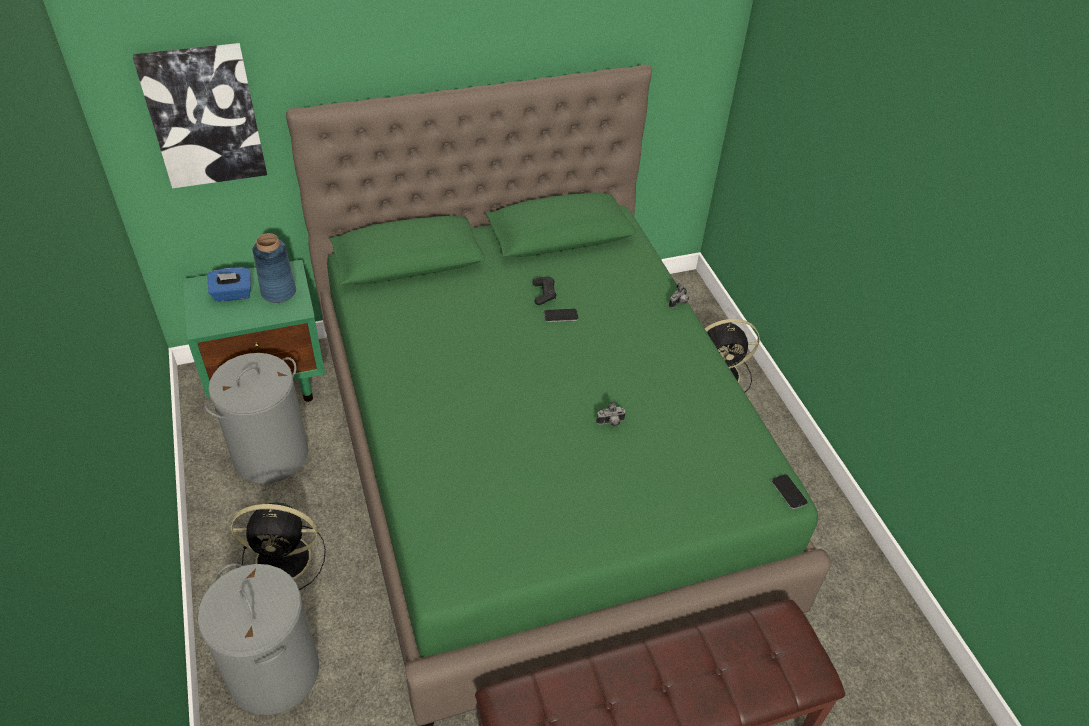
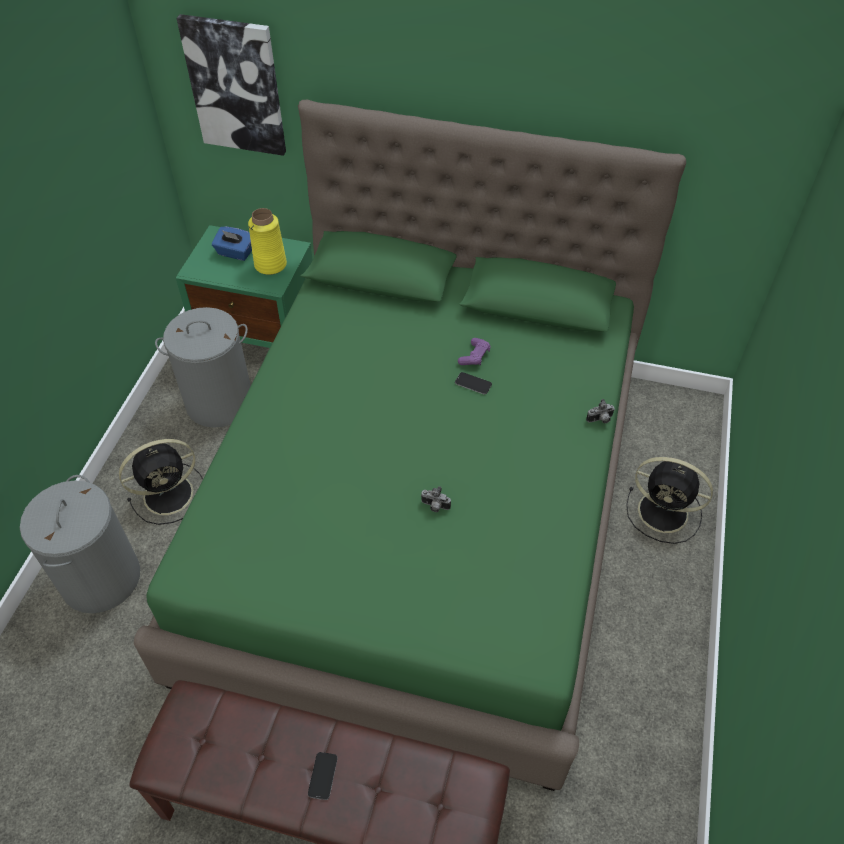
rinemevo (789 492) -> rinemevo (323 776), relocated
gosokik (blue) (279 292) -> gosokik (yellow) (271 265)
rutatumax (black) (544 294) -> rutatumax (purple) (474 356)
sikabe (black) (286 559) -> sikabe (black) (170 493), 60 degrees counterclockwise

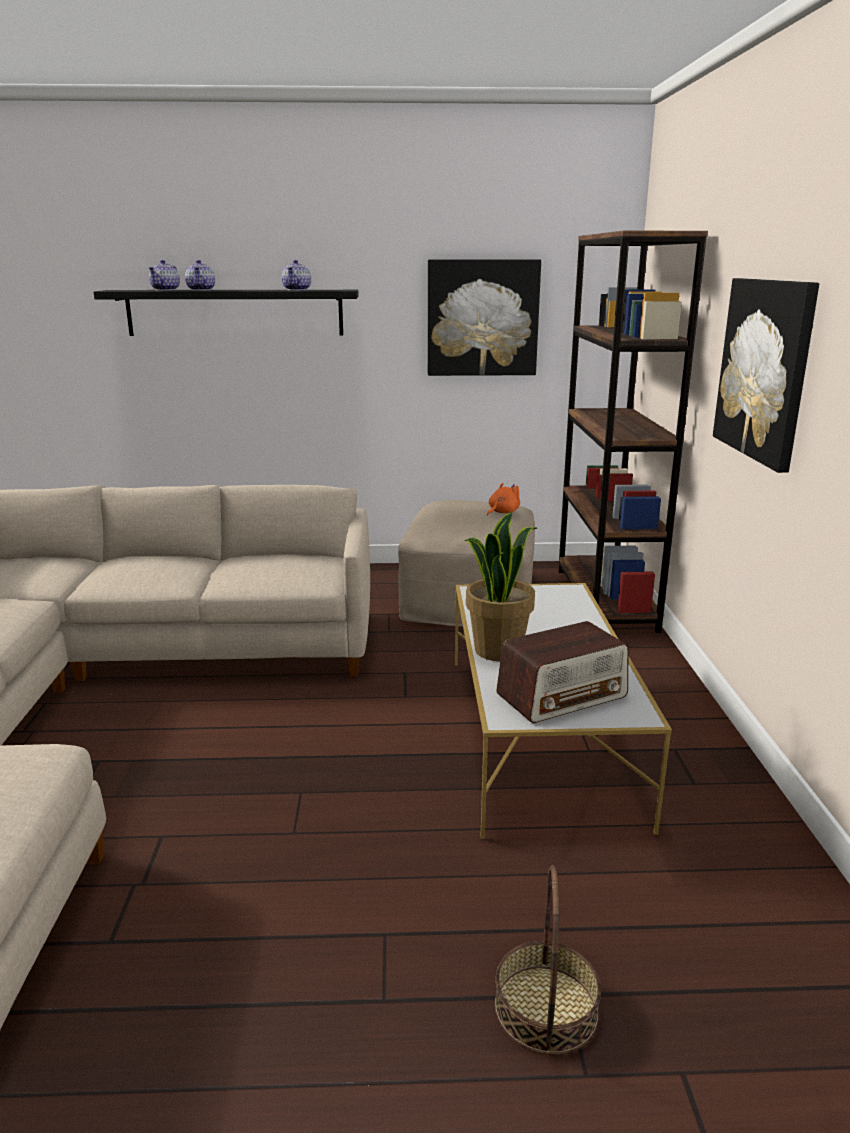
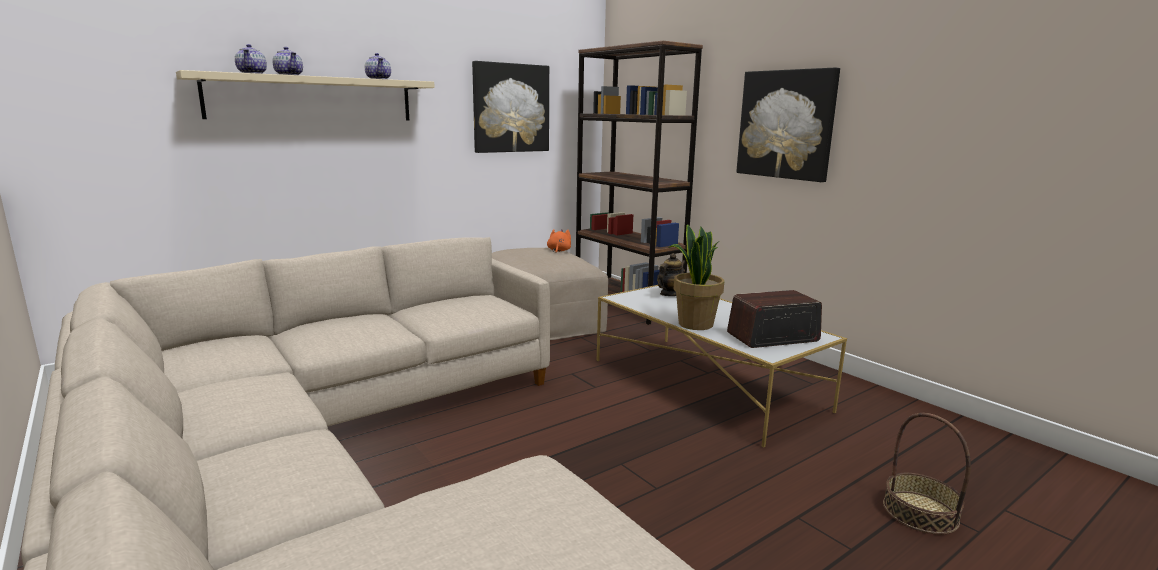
none -> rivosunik (670 294)
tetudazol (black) (235 312) -> tetudazol (beige) (313 98)
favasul (562 696) -> favasul (772 337), 135 degrees counterclockwise

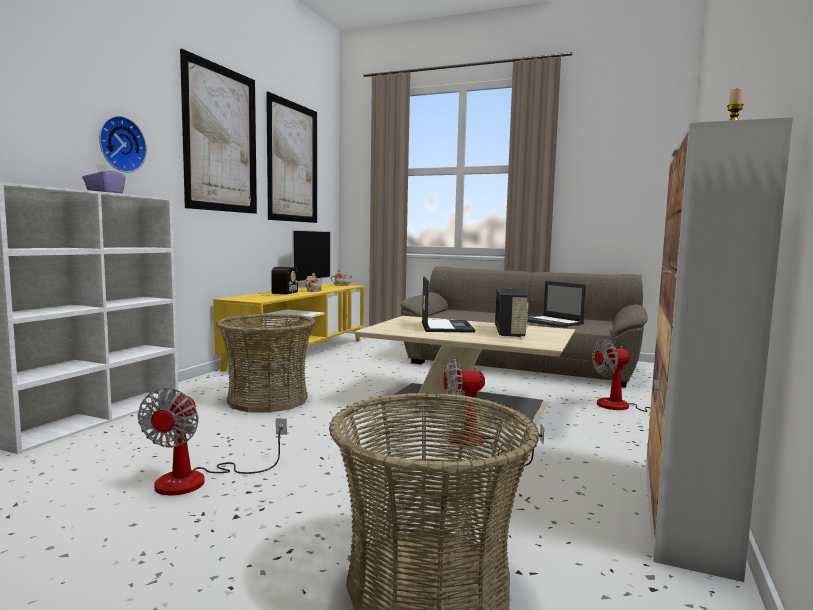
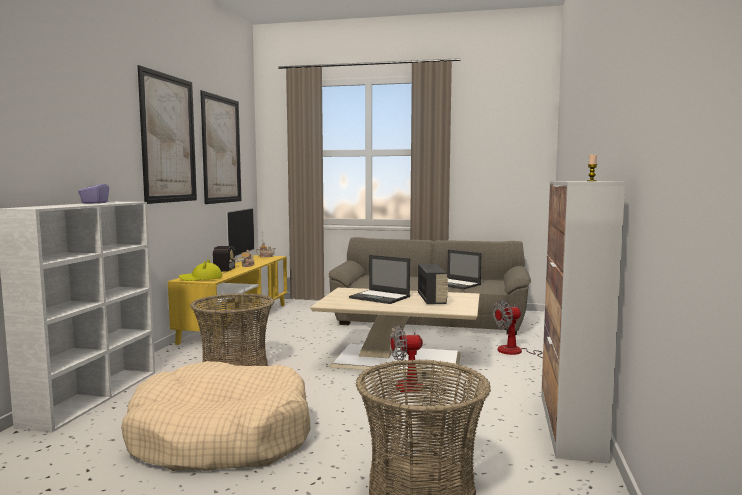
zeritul (120 144) -> none
none -> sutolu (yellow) (201 279)
sikabe (199 480) -> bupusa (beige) (221 437)
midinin (446 326) -> midinin (380 297), 135 degrees clockwise

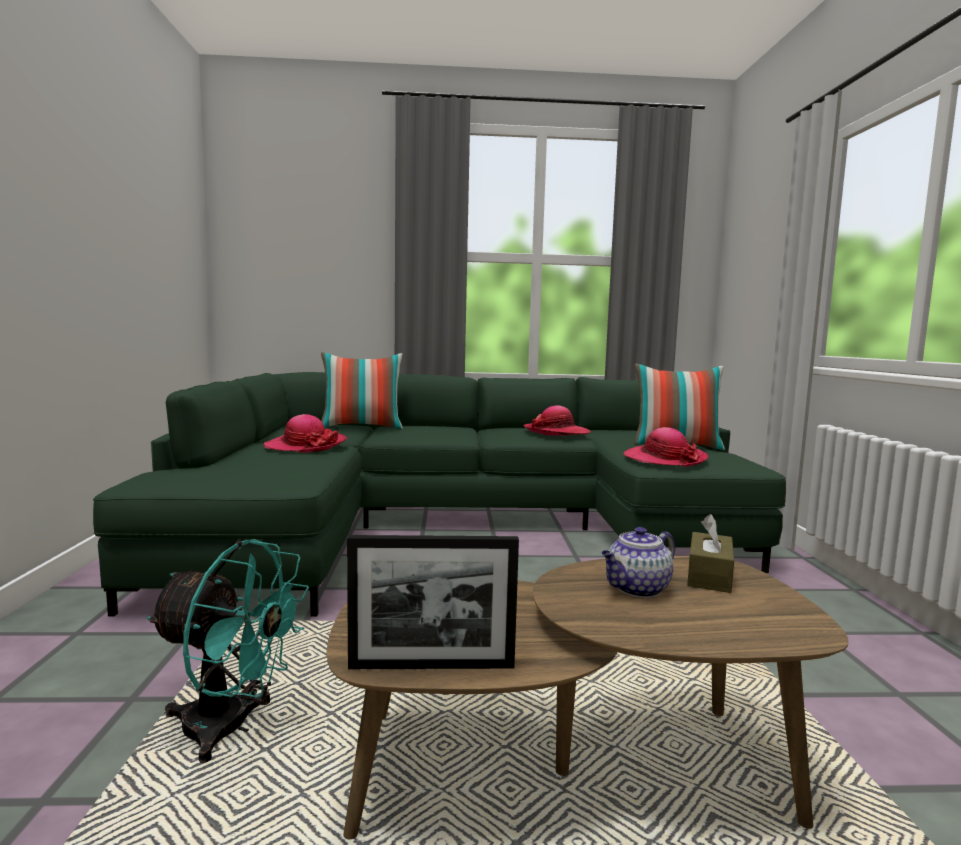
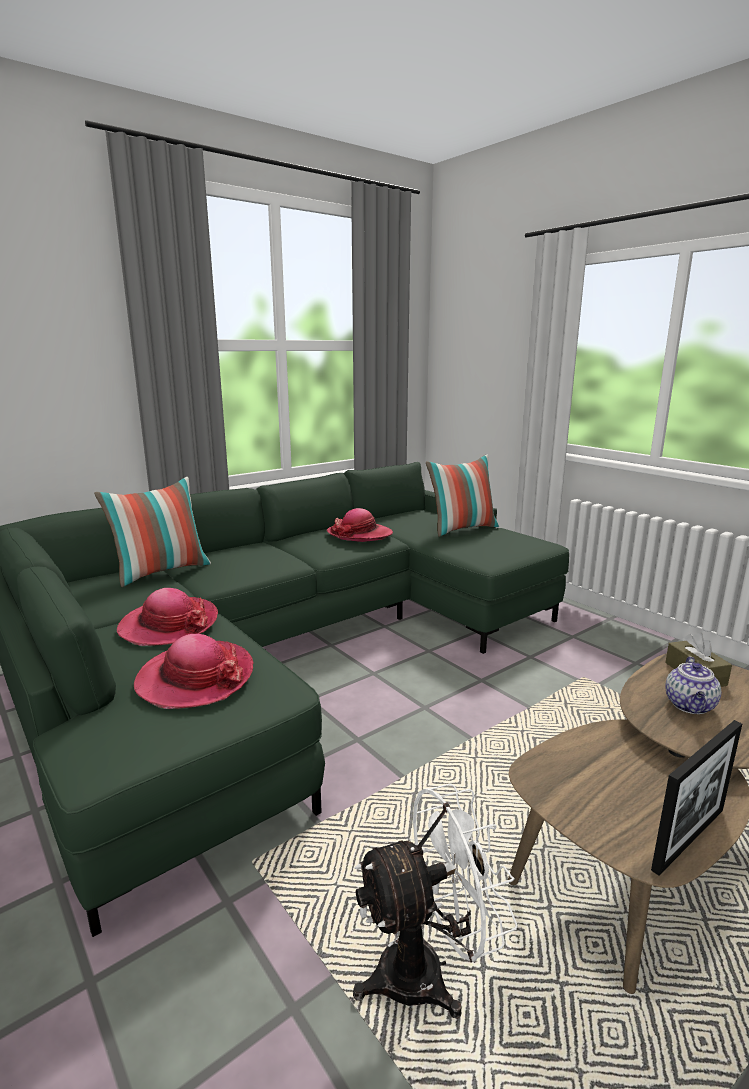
sutolu (664 459) -> sutolu (195 678), relocated
sikabe (turquoise) (231 728) -> sikabe (white) (427 970)

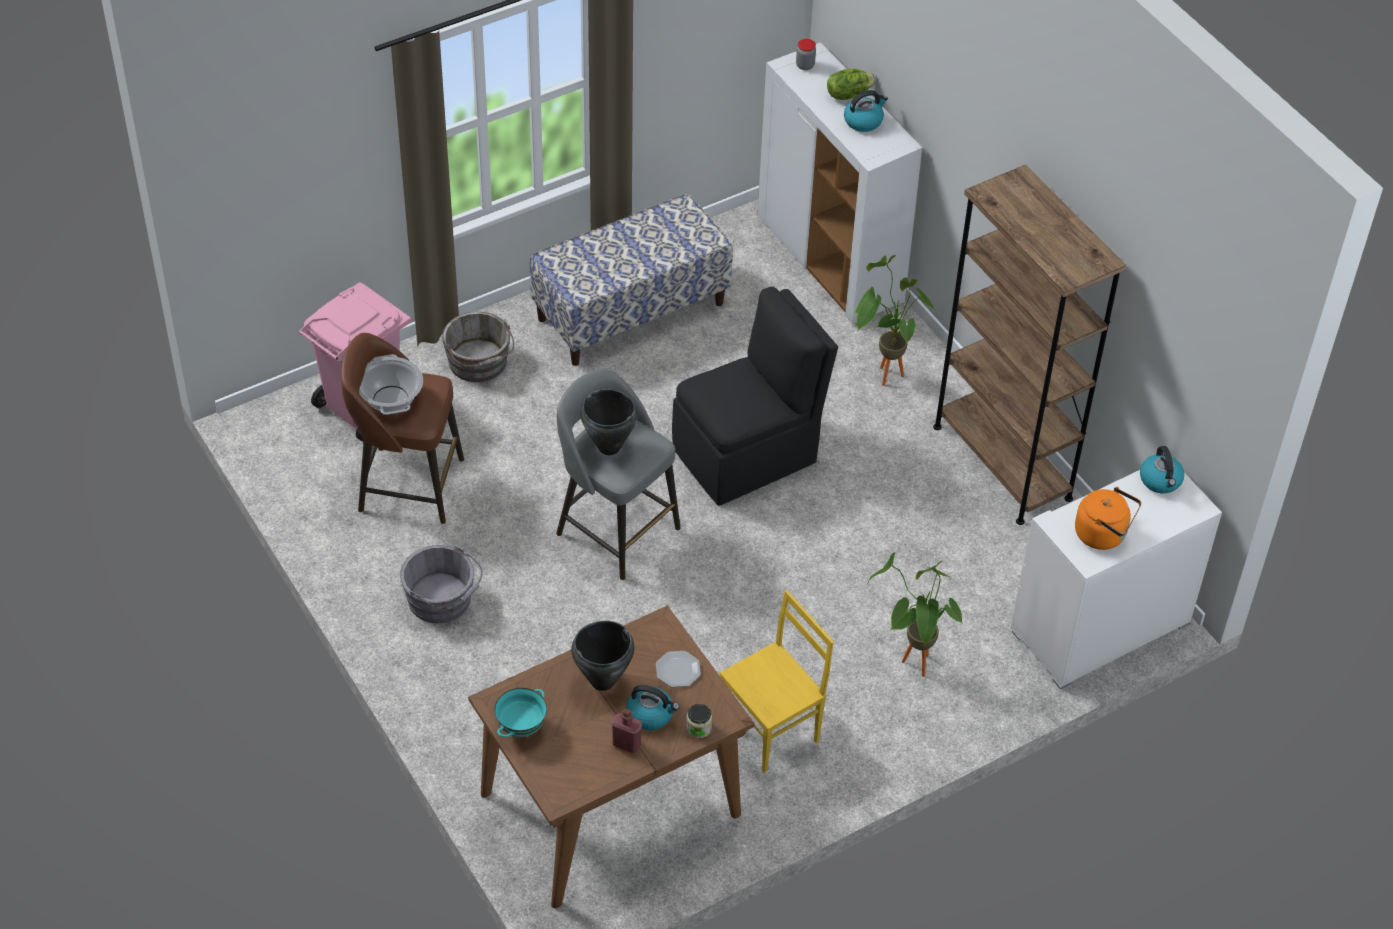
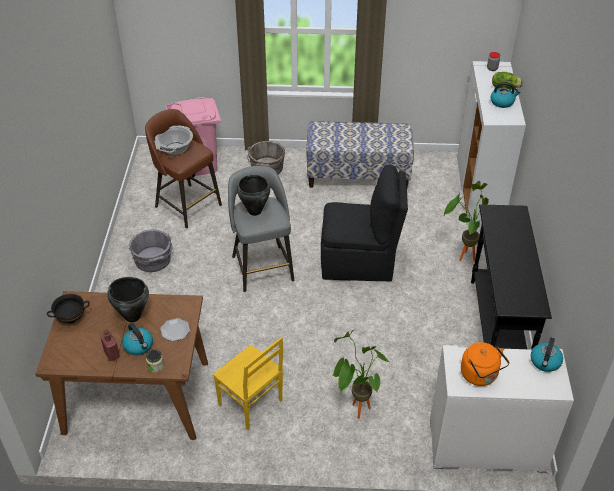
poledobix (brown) (1002 462) -> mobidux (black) (497 327)
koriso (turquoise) (521 728) -> koriso (black) (71 319)
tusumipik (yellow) (771 731) -> tusumipik (yellow) (250 404), 45 degrees clockwise

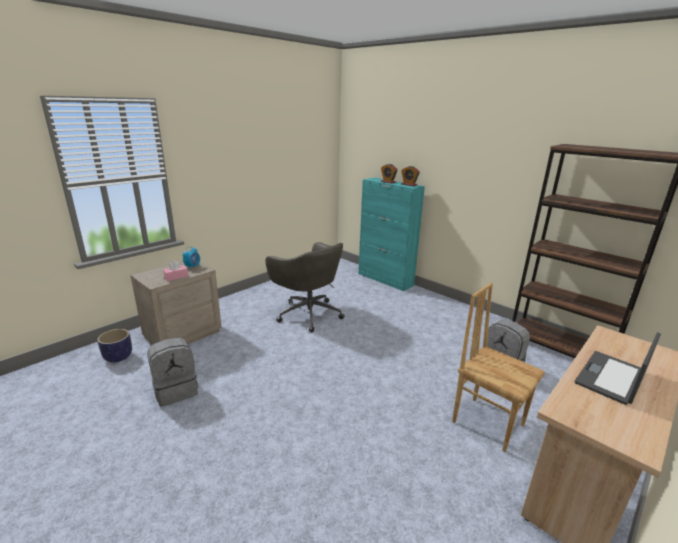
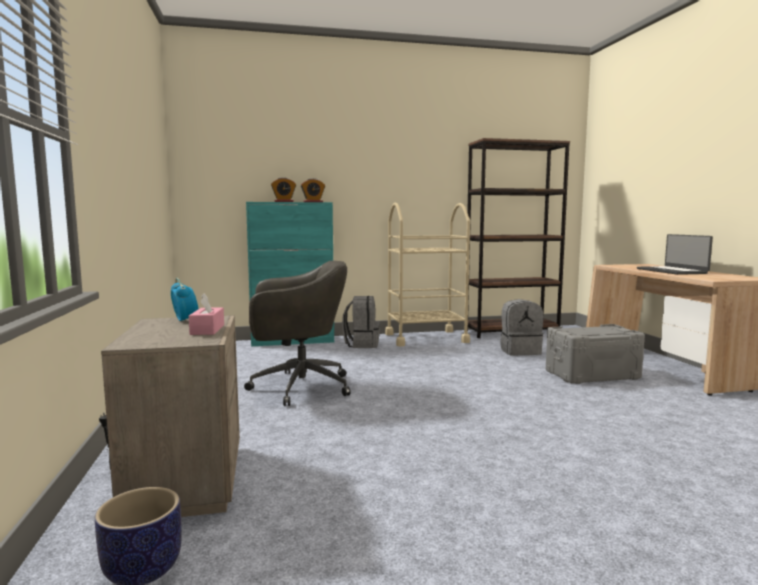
none -> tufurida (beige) (426 338)
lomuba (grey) (176 390) -> lomuba (grey) (362 344), relocated
tusumipik (brown) (488 422) -> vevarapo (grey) (591 374)

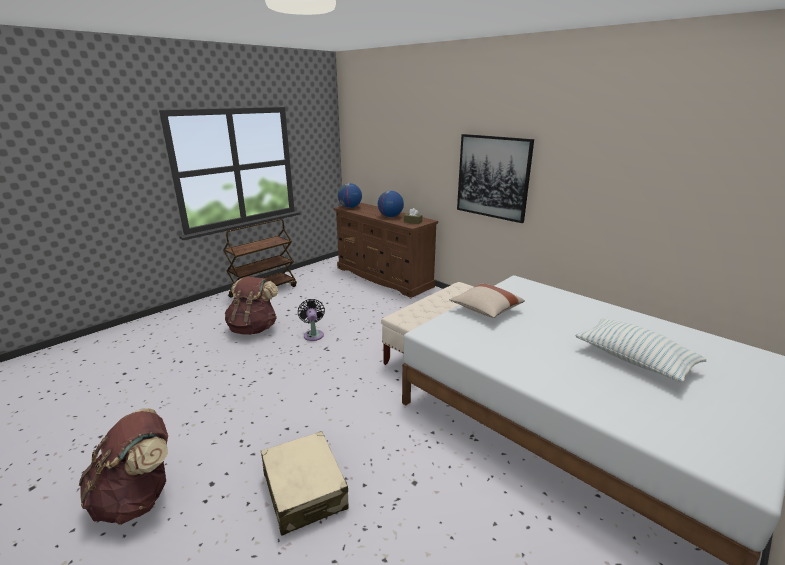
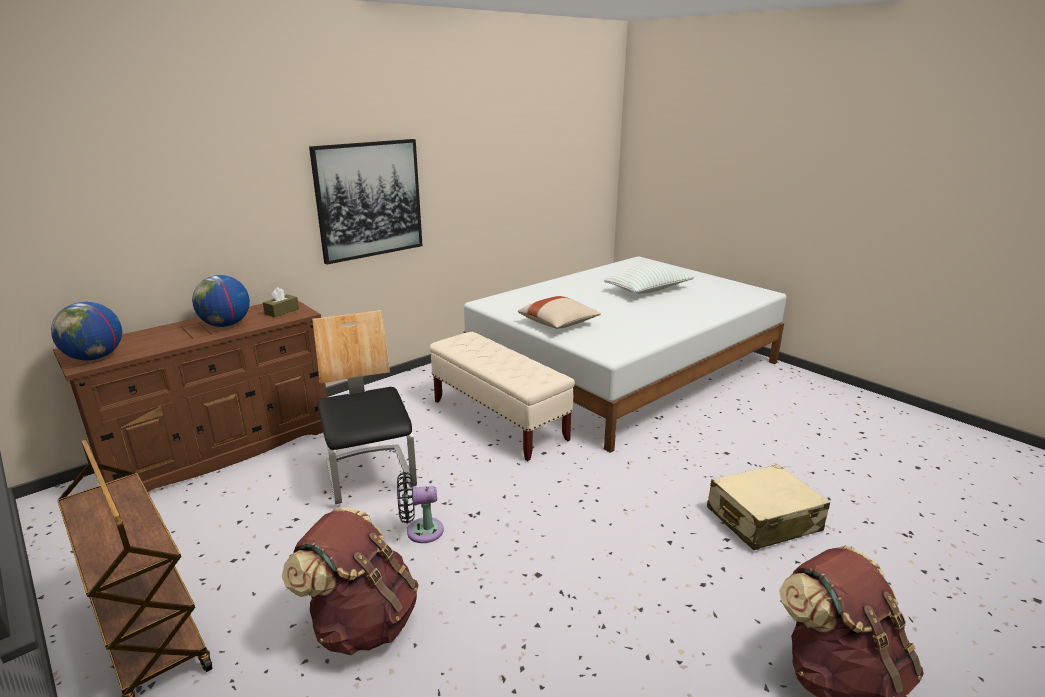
none -> tusumipik (371 474)

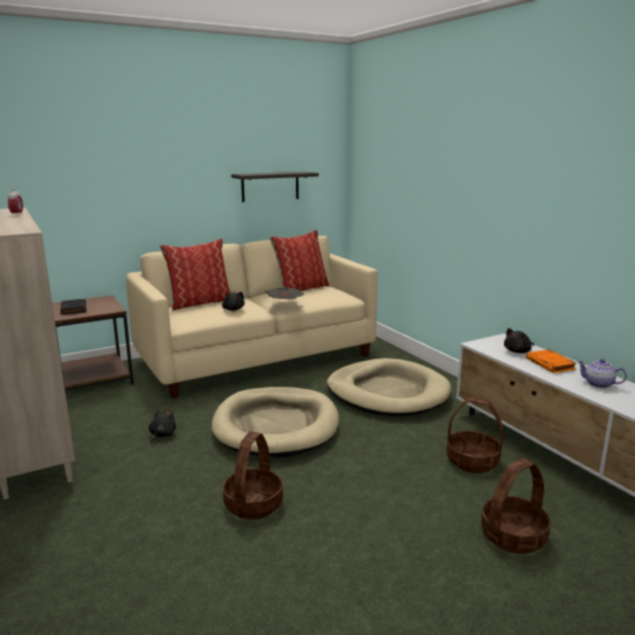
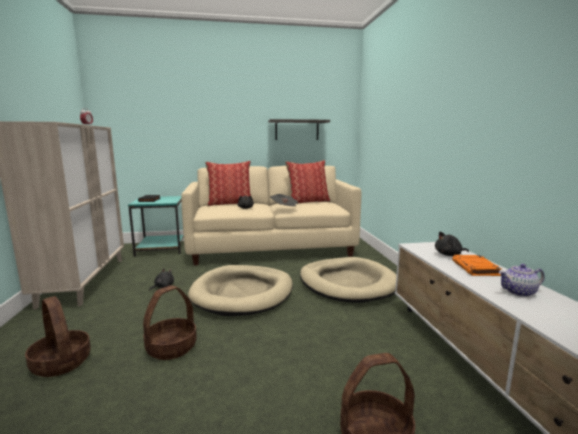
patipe (472 461) -> patipe (62 362), relocated
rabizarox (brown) (94 378) -> rabizarox (turquoise) (162 248)
rivosunik (599 384) -> rivosunik (519 292), 60 degrees counterclockwise

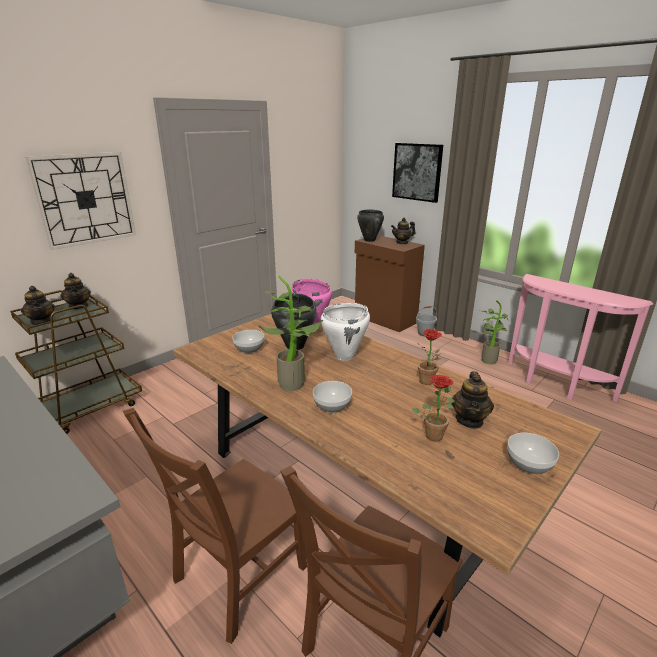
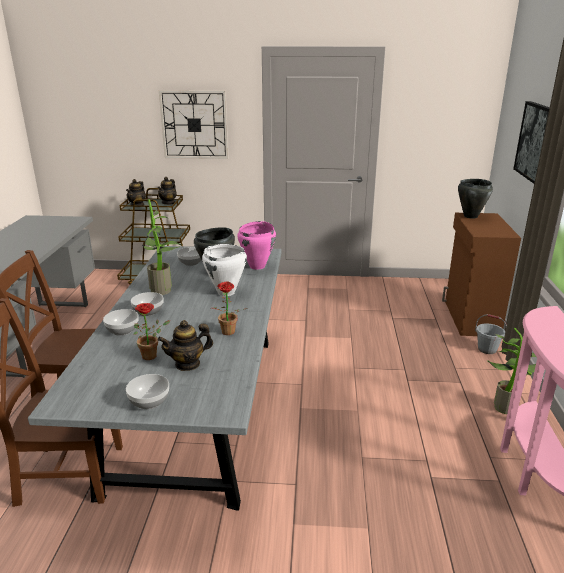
rivosunik (402 242) -> none
none -> koriso (123 330)
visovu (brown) (352 486) -> visovu (grey) (198 406)

